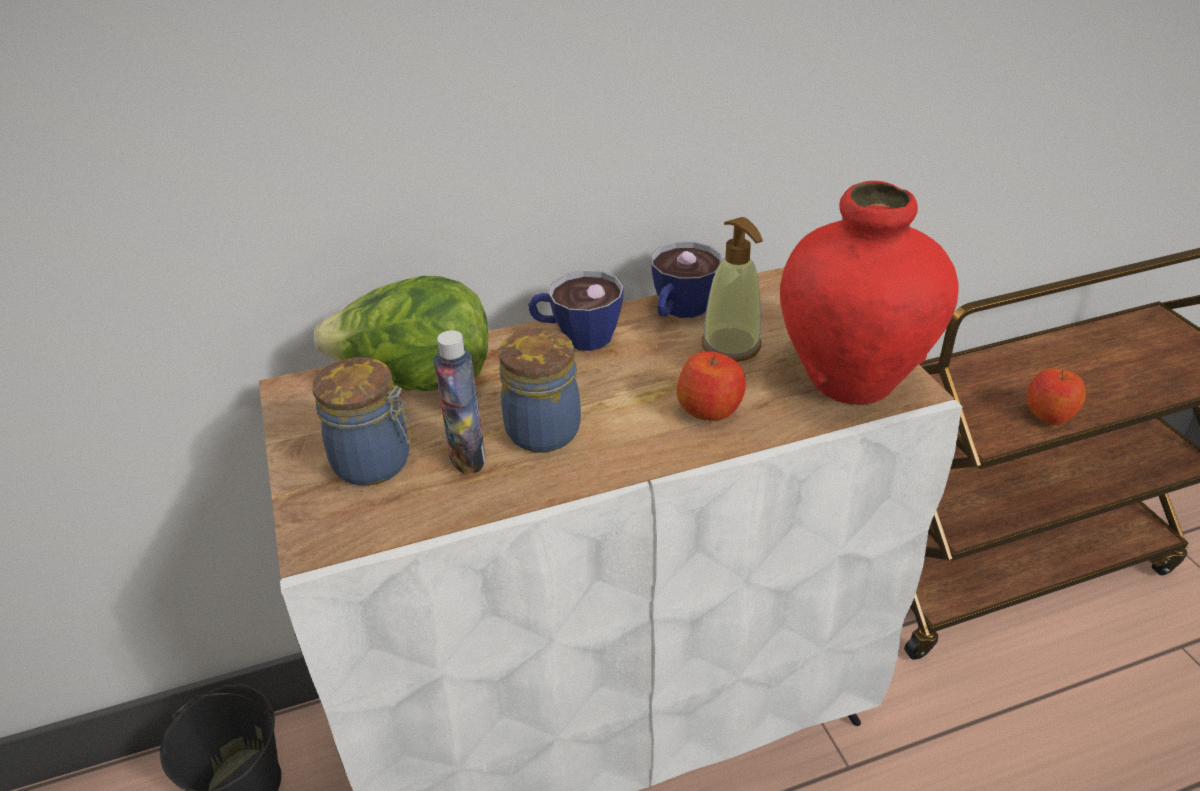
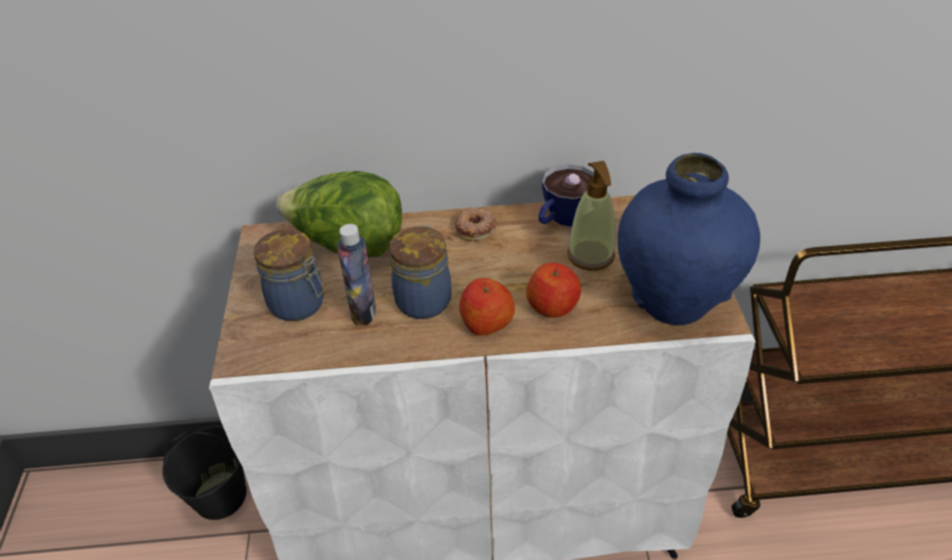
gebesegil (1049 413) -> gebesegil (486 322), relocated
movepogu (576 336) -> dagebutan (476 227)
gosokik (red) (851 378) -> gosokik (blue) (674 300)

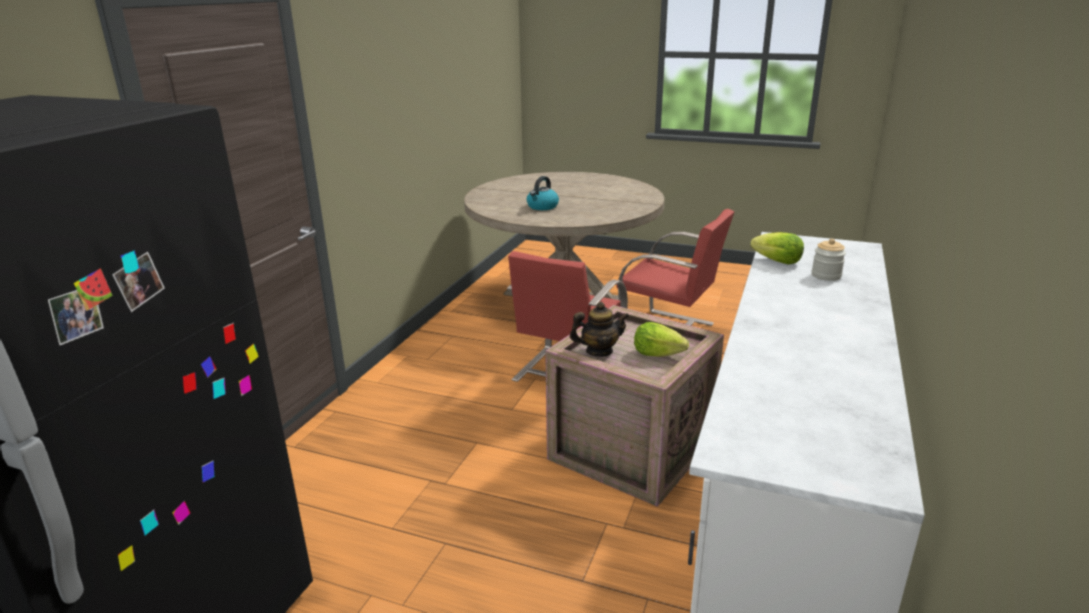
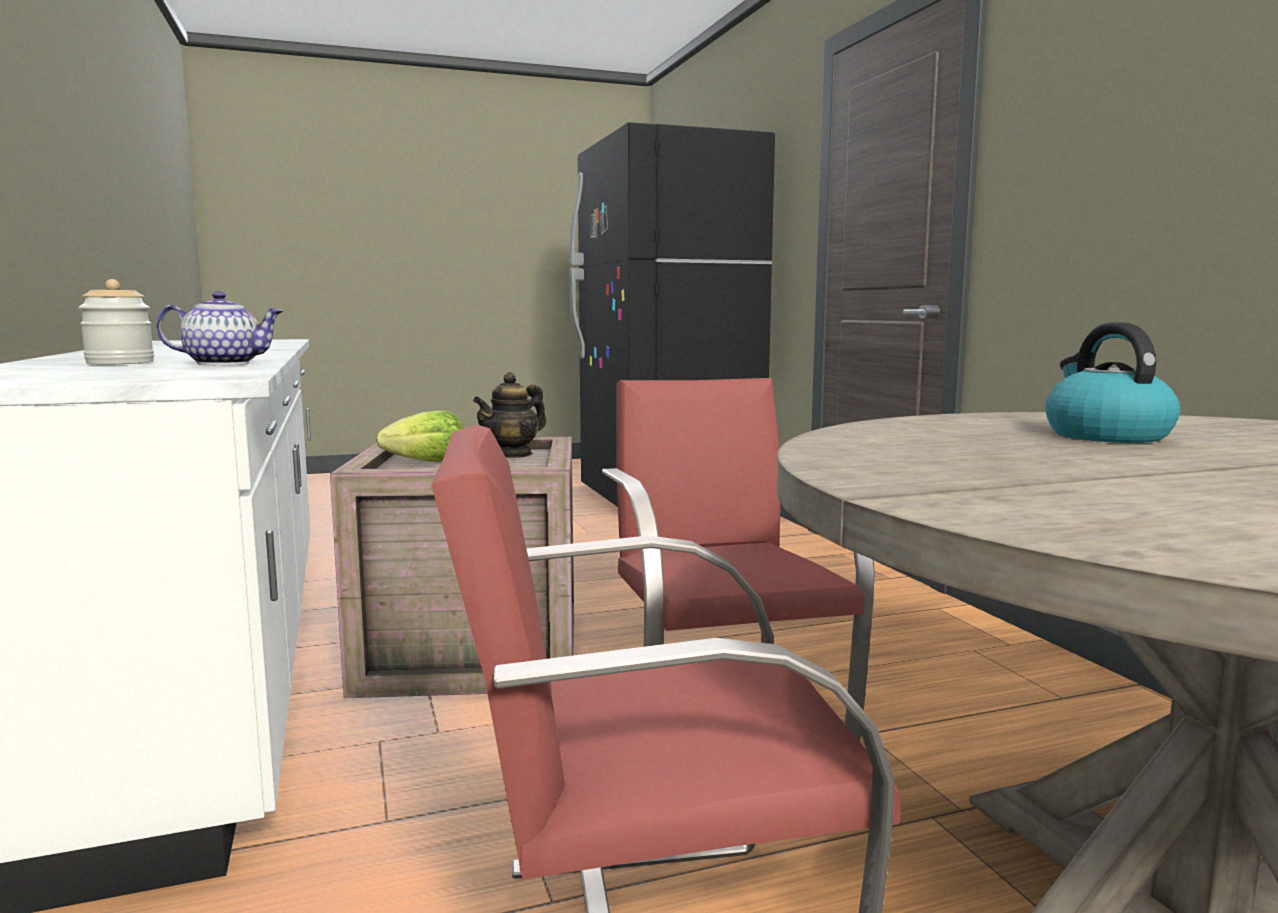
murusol (777 262) -> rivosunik (225 364)

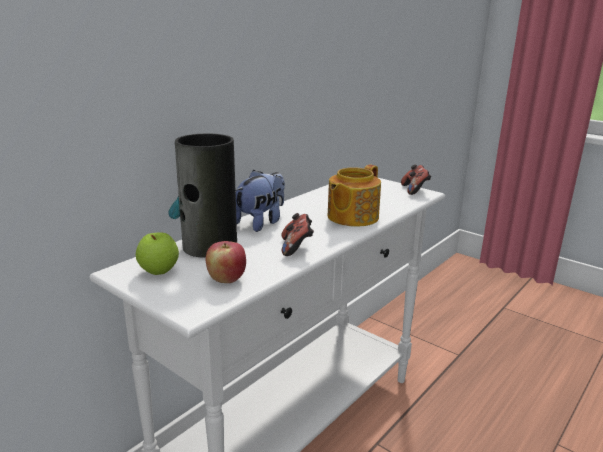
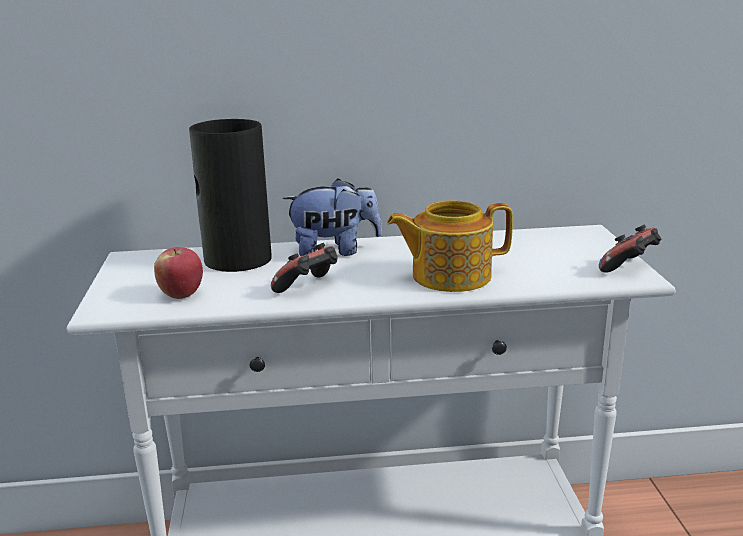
gebesegil (159 271) -> none

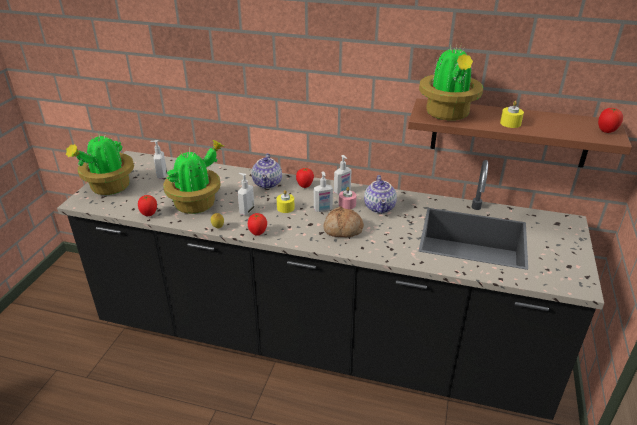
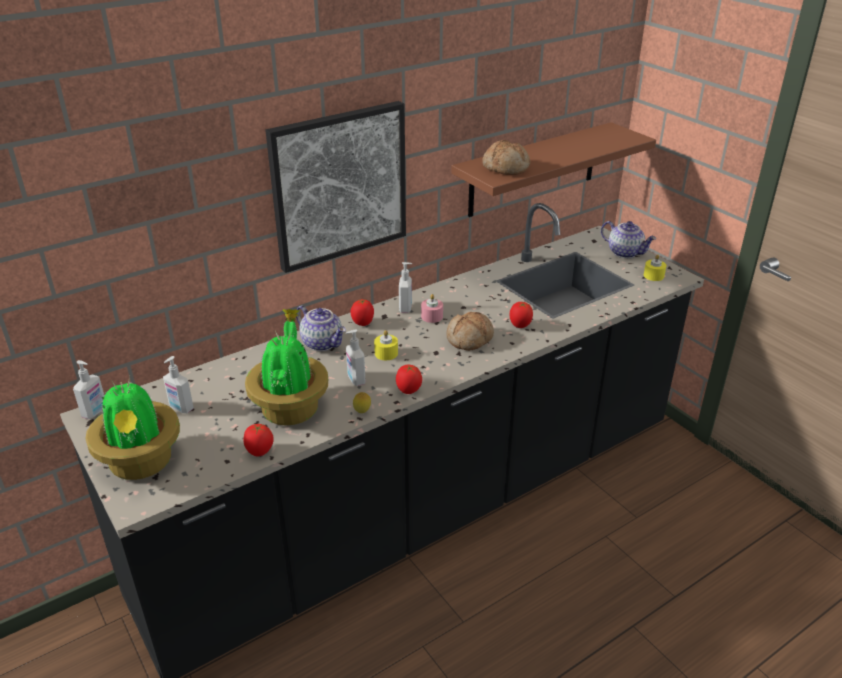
none -> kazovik (339 185)
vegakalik (323 209) -> vegakalik (95 412), relocated
rivosunik (380 208) -> rivosunik (625 252), relocated
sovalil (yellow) (510 123) -> sovalil (yellow) (653 276), relocated
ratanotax (606 131) -> ratanotax (520 326), relocated
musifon (447 114) -> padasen (506 168)

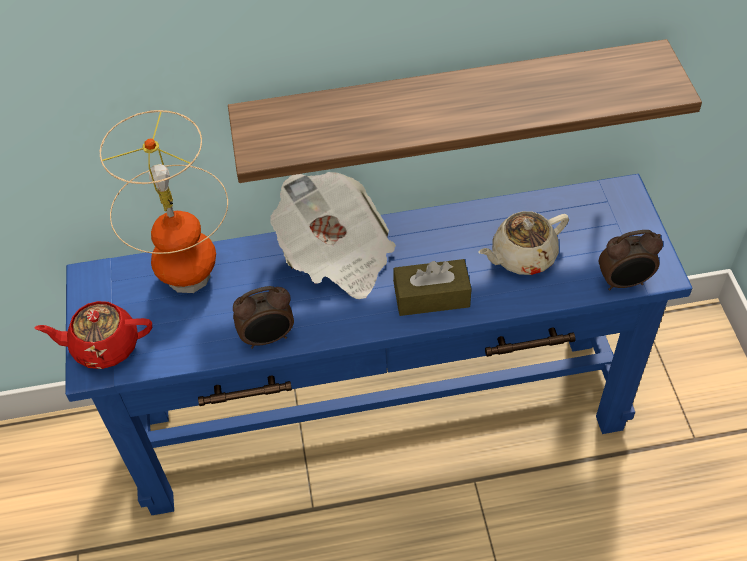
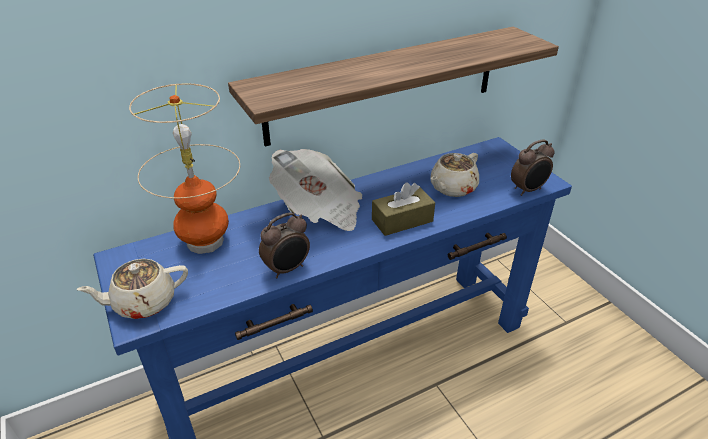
rivosunik (red) (104 346) -> rivosunik (beige) (143 302)

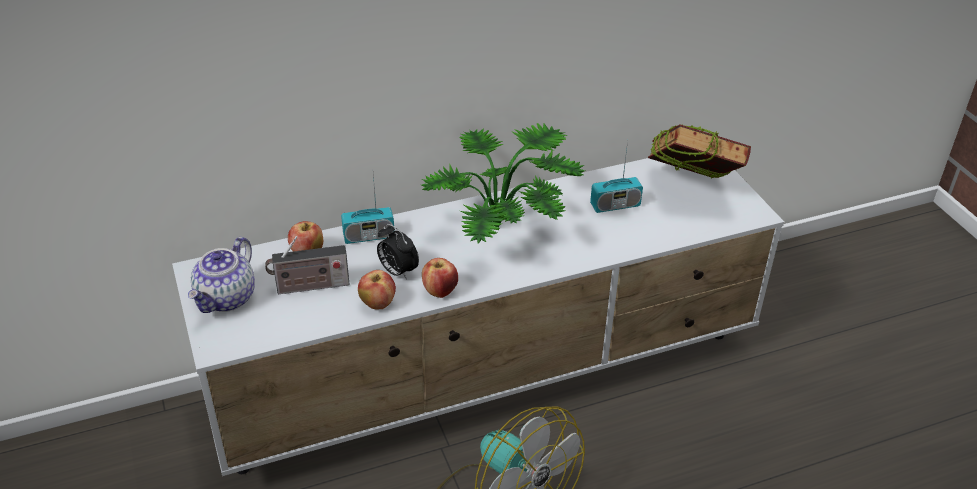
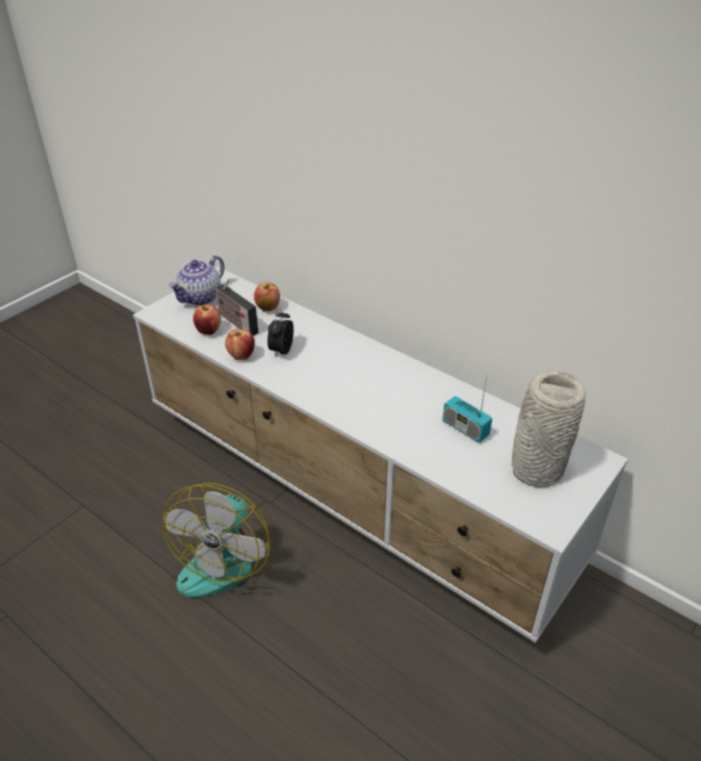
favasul (369 236) -> none
musifon (505 229) -> none
gebesegil (440 291) -> gebesegil (209 331), relocated
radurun (690 192) -> gosokik (grey) (535 469)
rivosunik (227 299) -> rivosunik (200 298), 45 degrees counterclockwise

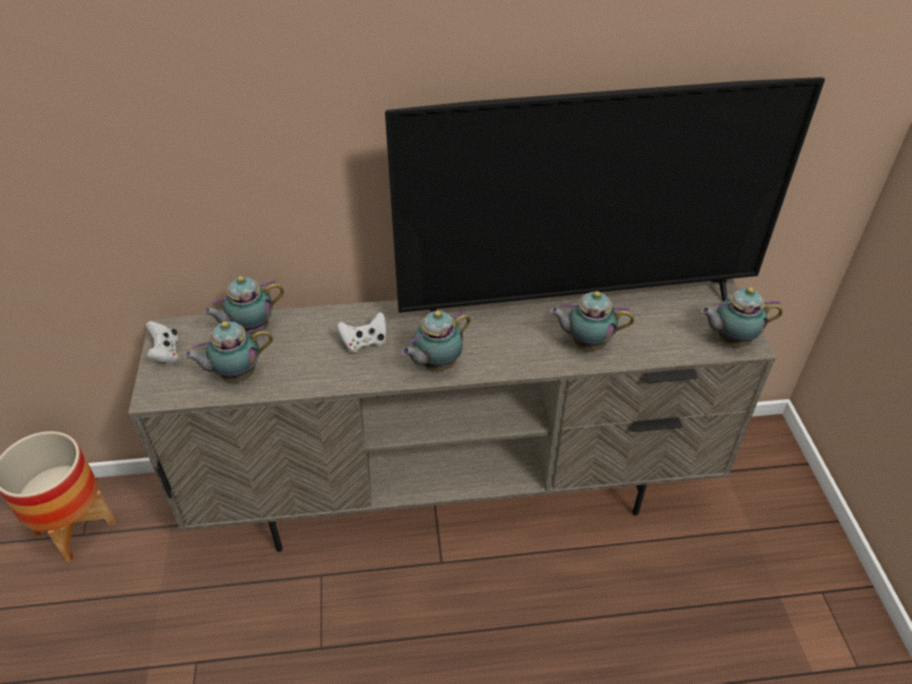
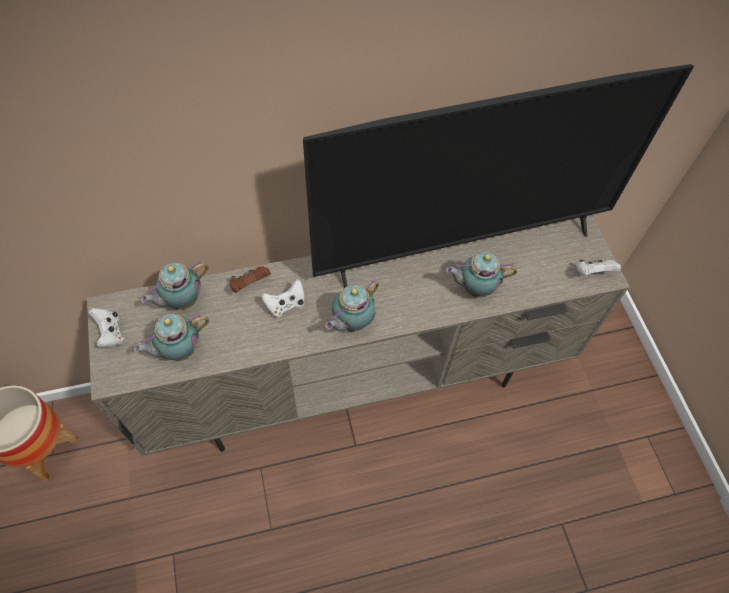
none -> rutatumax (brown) (250 285)
rivosunik (730 340) -> rutatumax (white) (592 273)

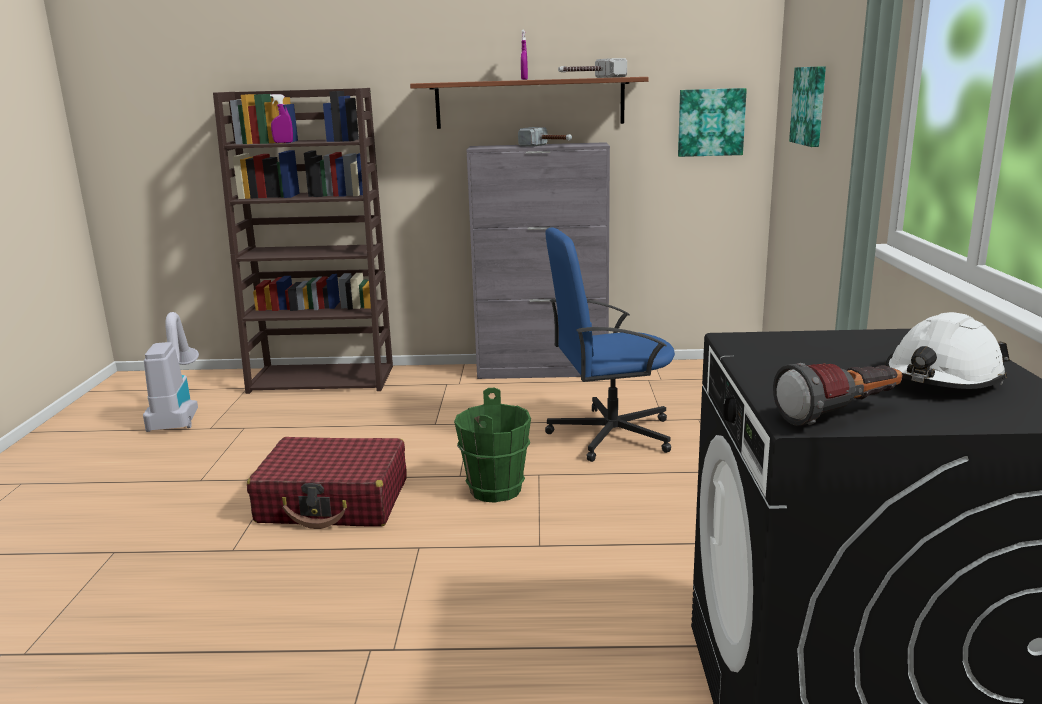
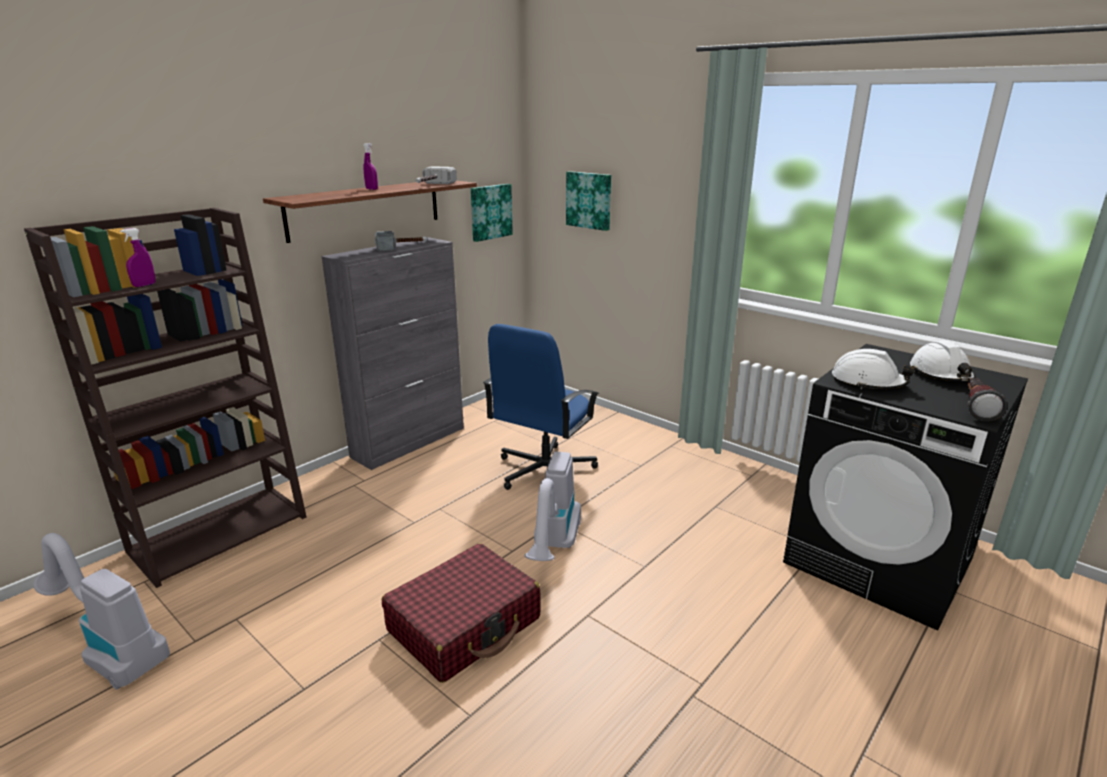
none -> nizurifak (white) (867 382)
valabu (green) (496 490) -> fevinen (554 546)

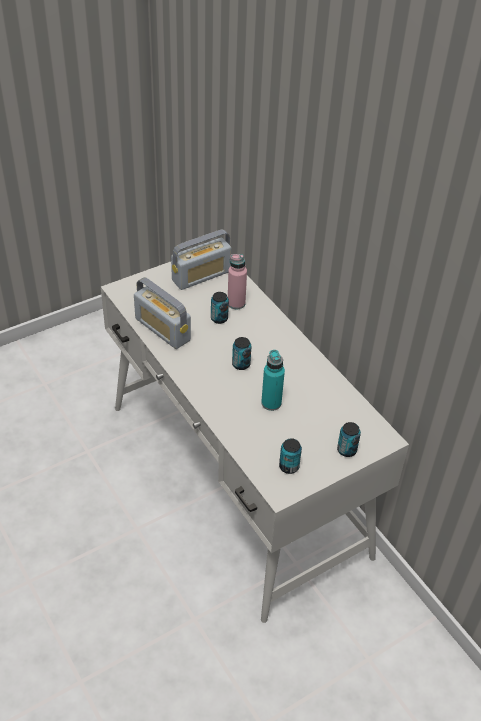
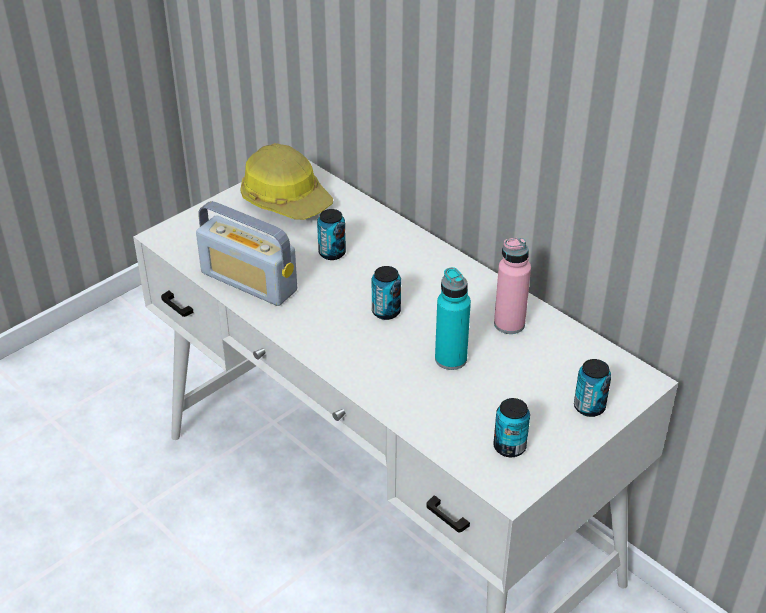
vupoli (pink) (236 303) -> vupoli (pink) (509 324), relocated
favasul (201 276) -> nizurifak (286 199)

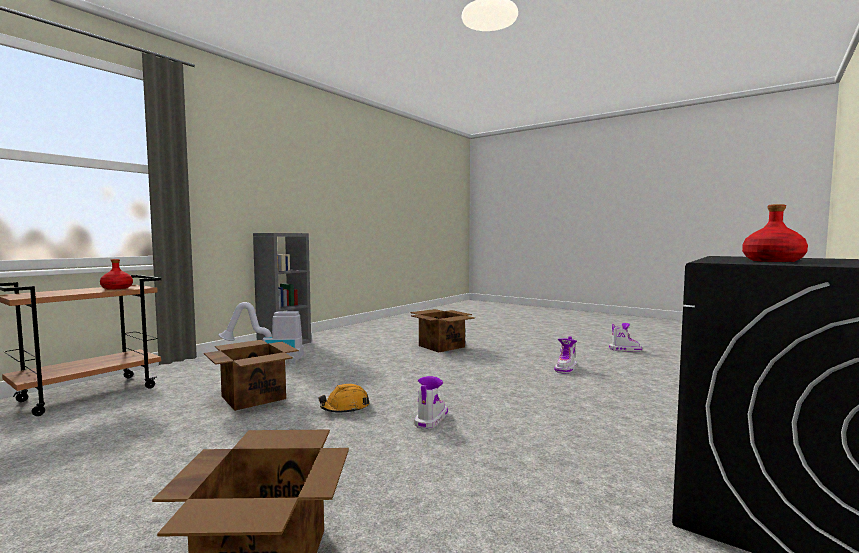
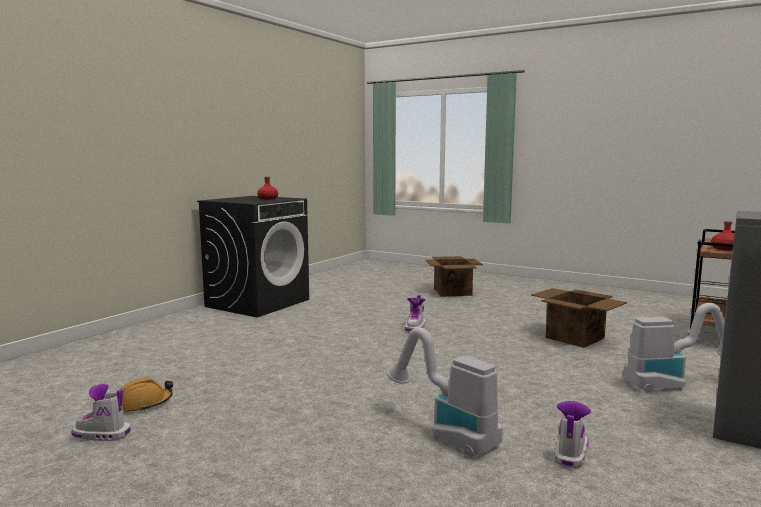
nizurifak (orange) (345 408) -> nizurifak (orange) (143 404), relocated
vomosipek (566 369) -> vomosipek (570 454), relocated
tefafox (441 346) -> fevinen (446 432)

